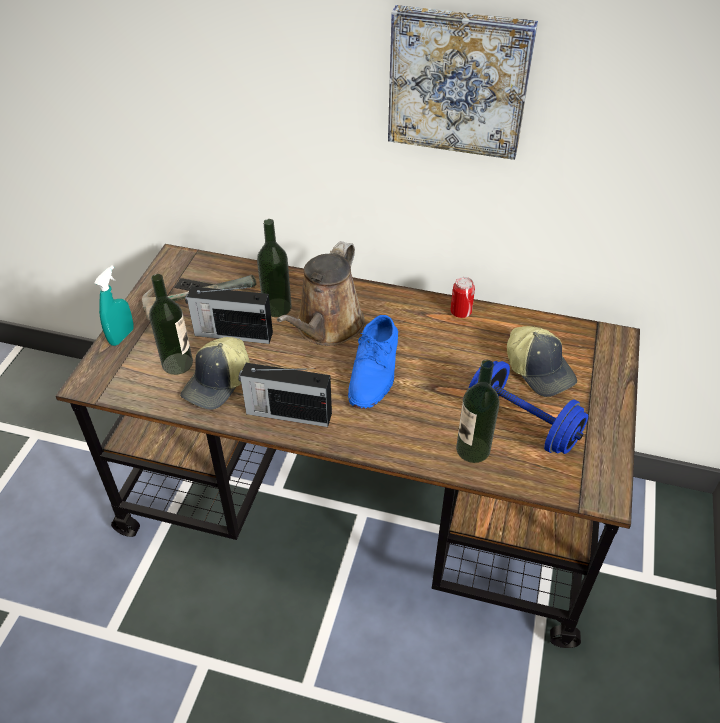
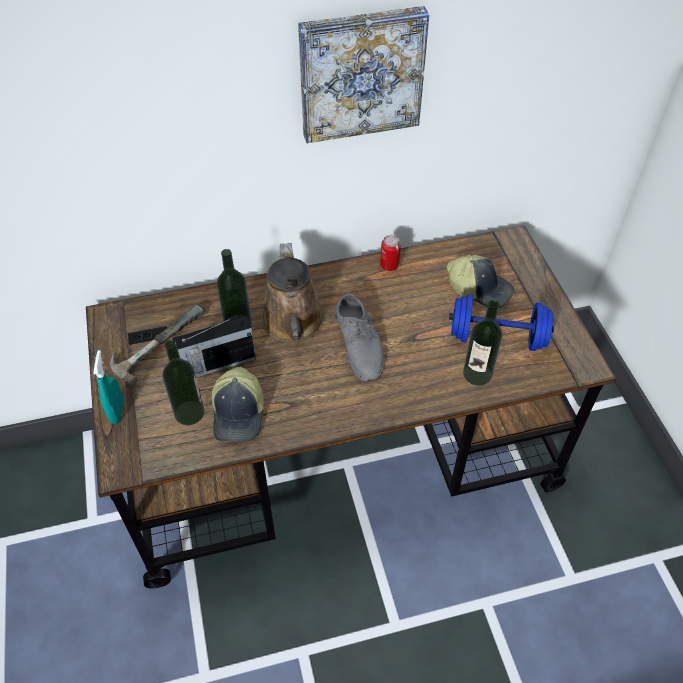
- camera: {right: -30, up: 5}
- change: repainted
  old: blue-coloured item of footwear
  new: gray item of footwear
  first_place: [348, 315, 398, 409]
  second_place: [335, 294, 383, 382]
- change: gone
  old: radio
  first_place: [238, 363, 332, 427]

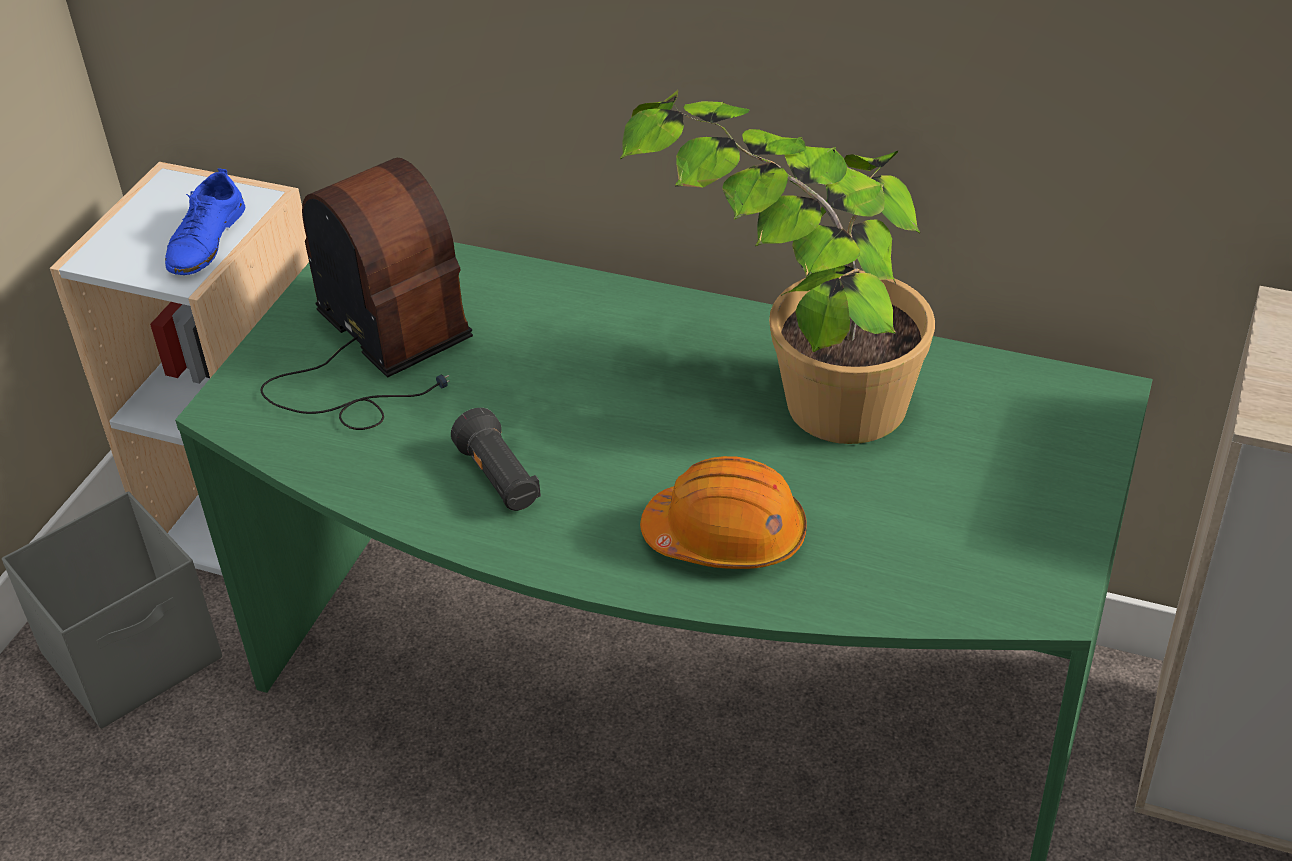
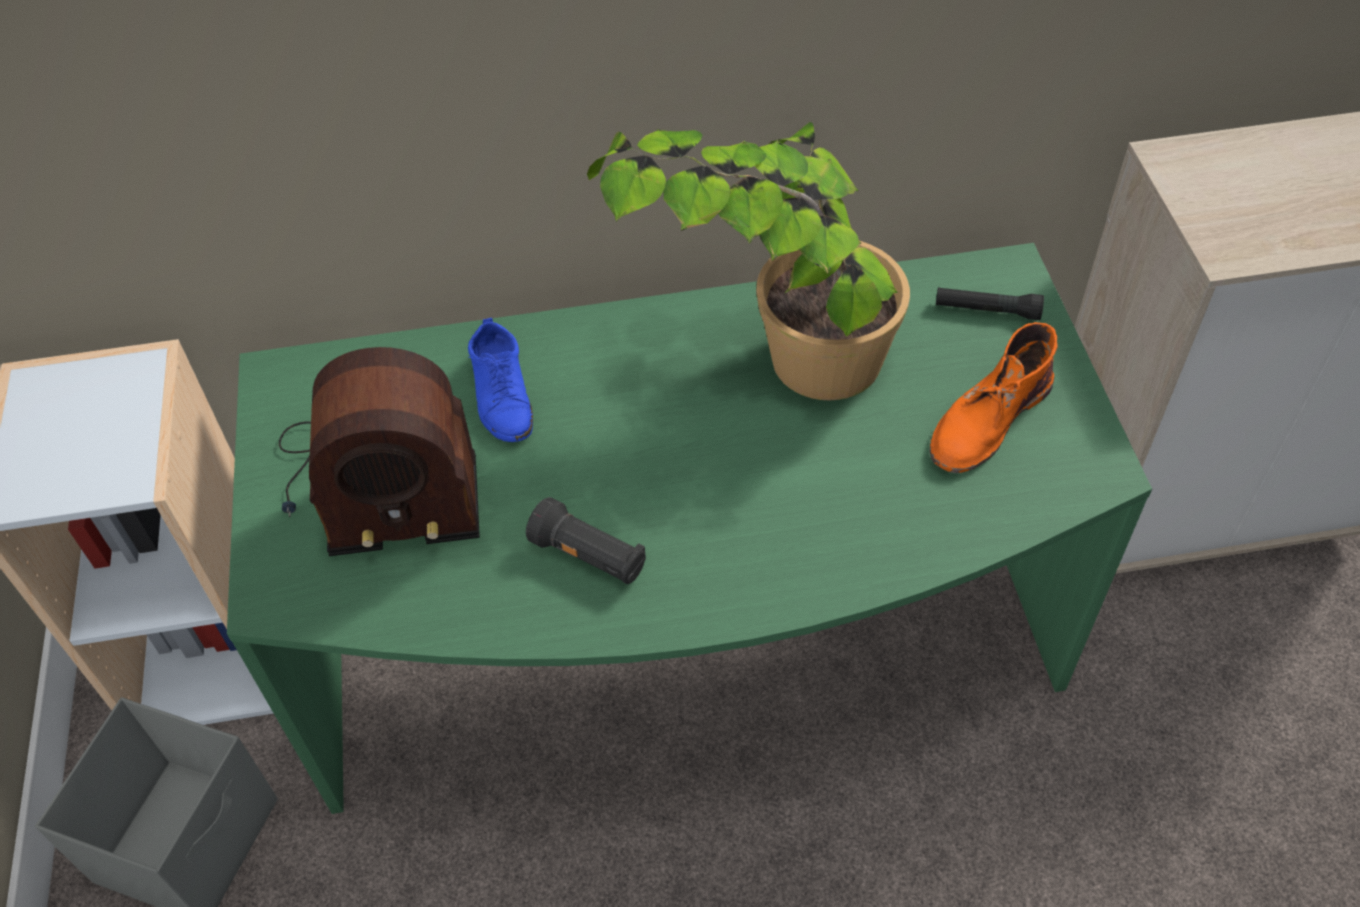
- camera: {right: -30, up: 10}
- change: rotated
  old: radio
  first_place: [260, 158, 473, 430]
  second_place: [279, 347, 480, 556]
  degrees: 150
- change: shifted
  old: blue-coloured item of footwear
  first_place: [165, 168, 245, 275]
  second_place: [468, 318, 533, 442]
- change: gone
  old: orange-coloured safety helmet
  first_place: [640, 456, 807, 569]
- change: new
  new: black flashlight
  second_place: [936, 287, 1044, 320]
- change: new
  new: orange-coloured boot
  second_place: [929, 322, 1058, 473]

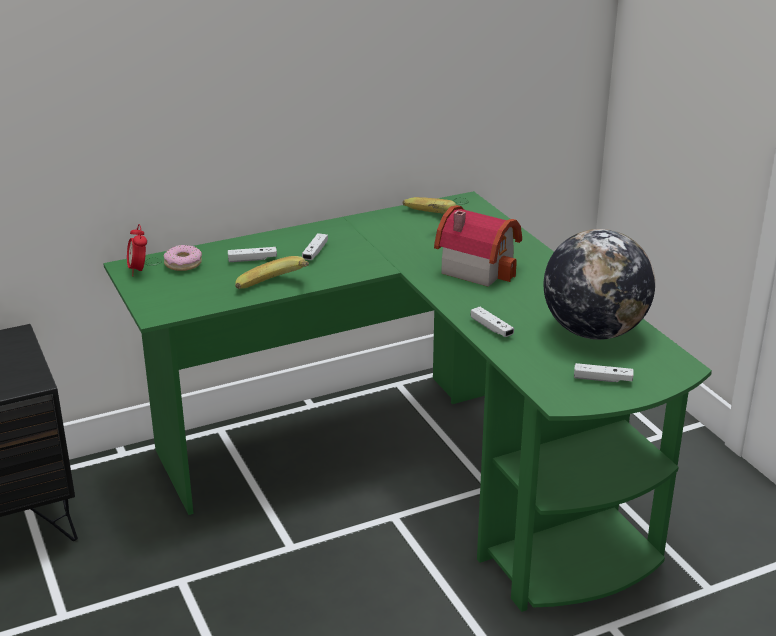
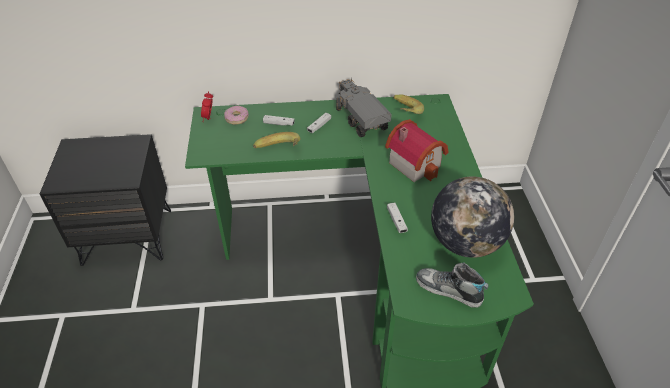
- camera: {right: 20, up: 15}
- change: swapped
  old: white-coloured gamepad
  new: item of footwear
  first_place: [574, 363, 634, 382]
  second_place: [416, 262, 489, 308]
- change: new
  new: model truck
  second_place: [336, 78, 392, 137]

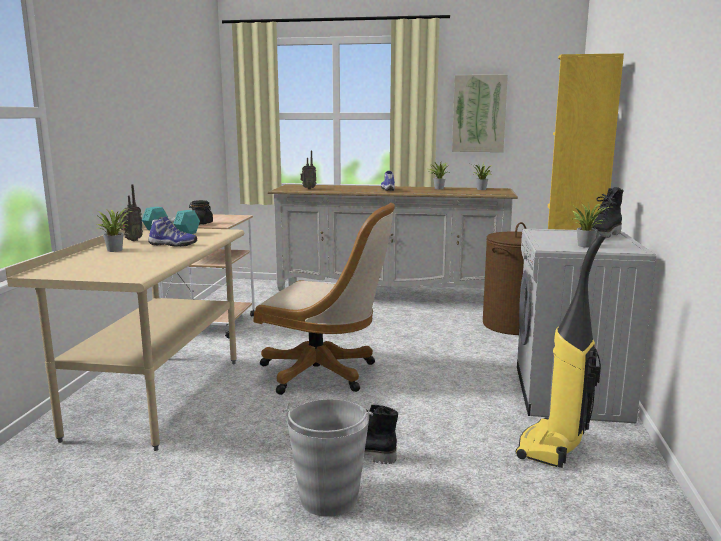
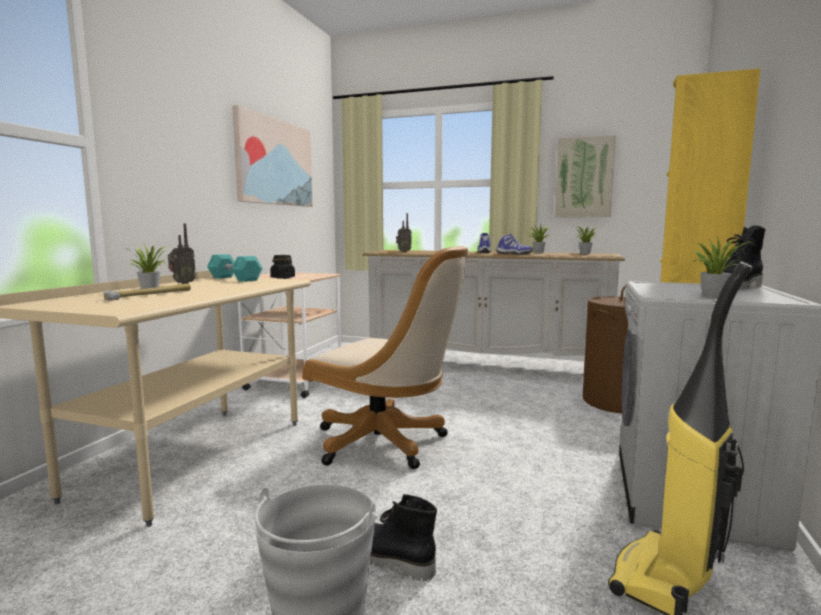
- camera: {right: 10, up: -5}
- change: shifted
  old: item of footwear
  first_place: [148, 216, 197, 247]
  second_place: [496, 233, 533, 254]
- change: new
  new: picture
  second_place: [232, 105, 313, 207]
- change: new
  new: hand hammer
  second_place: [104, 283, 191, 300]

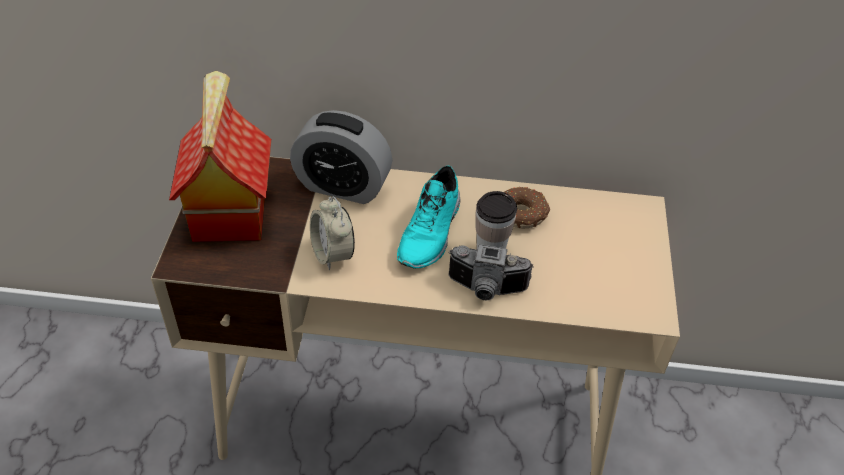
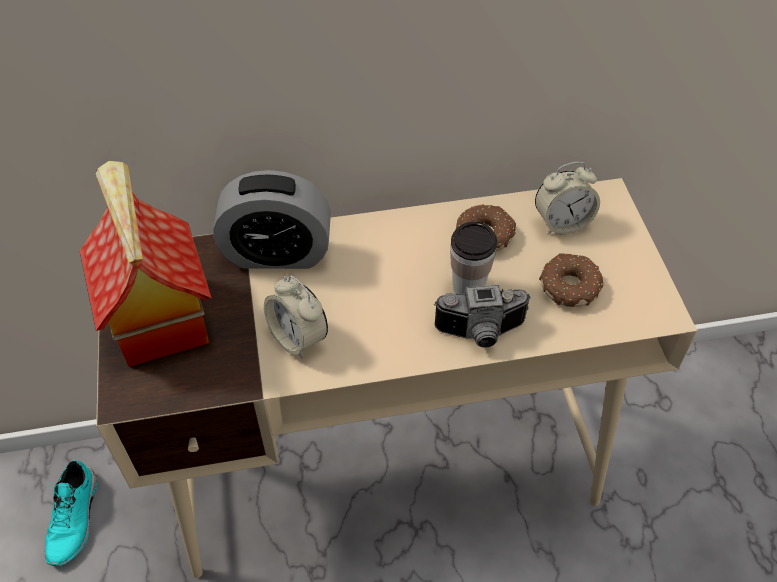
- camera: {right: -15, up: 5}
- change: shifted
  old: turquoise item of footwear
  first_place: [397, 166, 461, 268]
  second_place: [45, 460, 97, 566]
- change: new
  new: table clock
  second_place: [535, 162, 600, 235]
- change: new
  new: donut
  second_place: [539, 253, 603, 307]

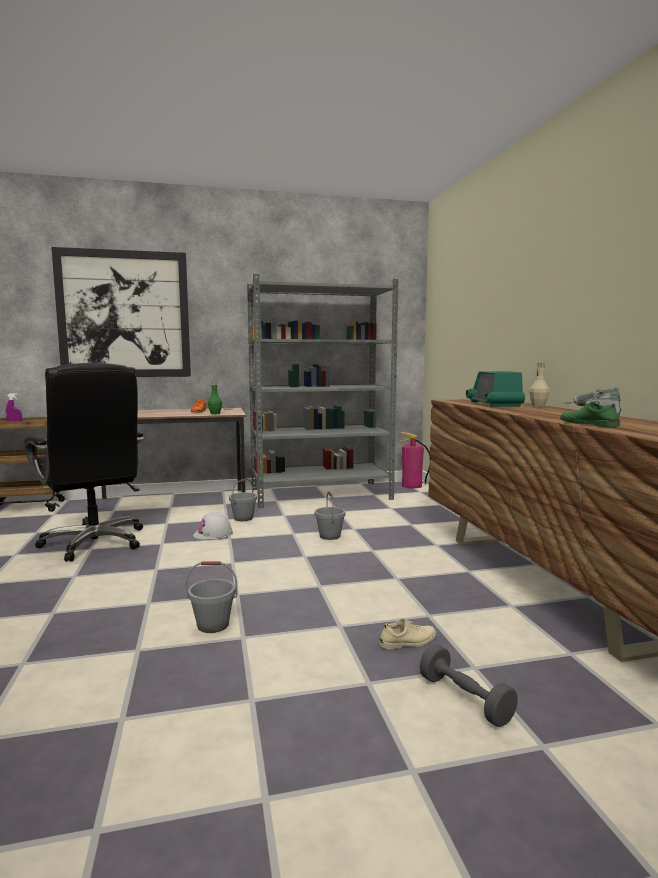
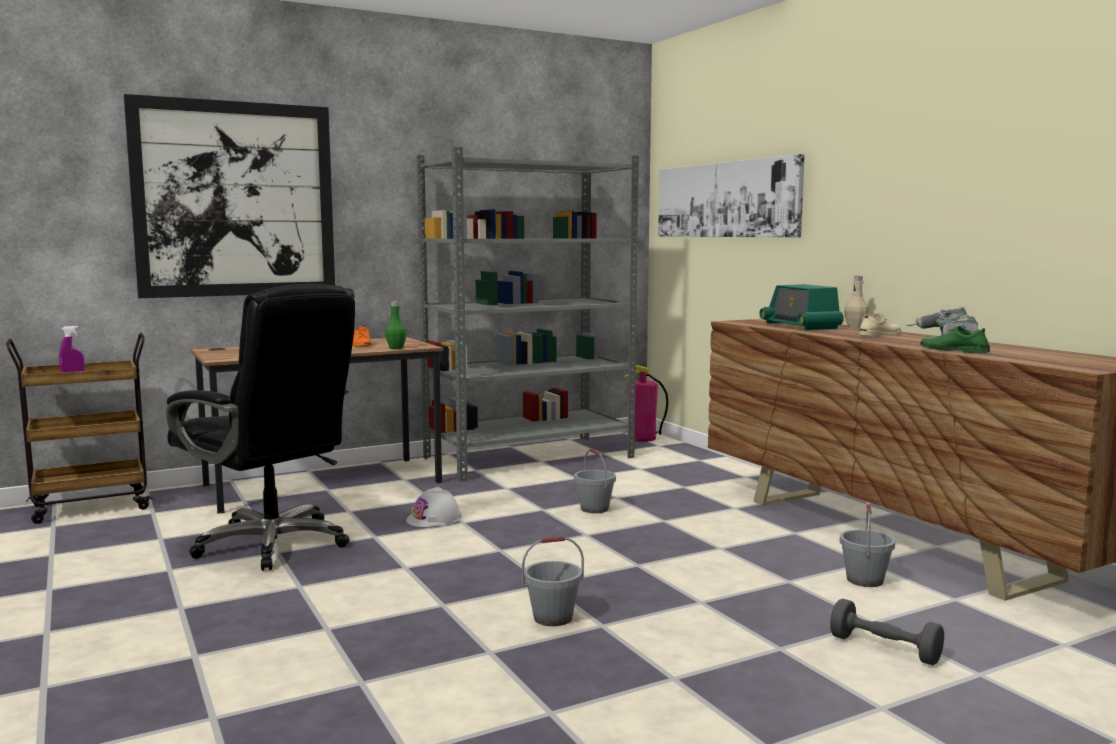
- camera: {right: -15, up: 0}
- change: shifted
  old: gray water bucket
  first_place: [229, 478, 257, 521]
  second_place: [840, 504, 895, 587]
- change: shifted
  old: sand-coloured item of footwear
  first_place: [379, 618, 436, 649]
  second_place: [859, 313, 901, 337]
- change: new
  new: picture
  second_place: [658, 154, 805, 237]

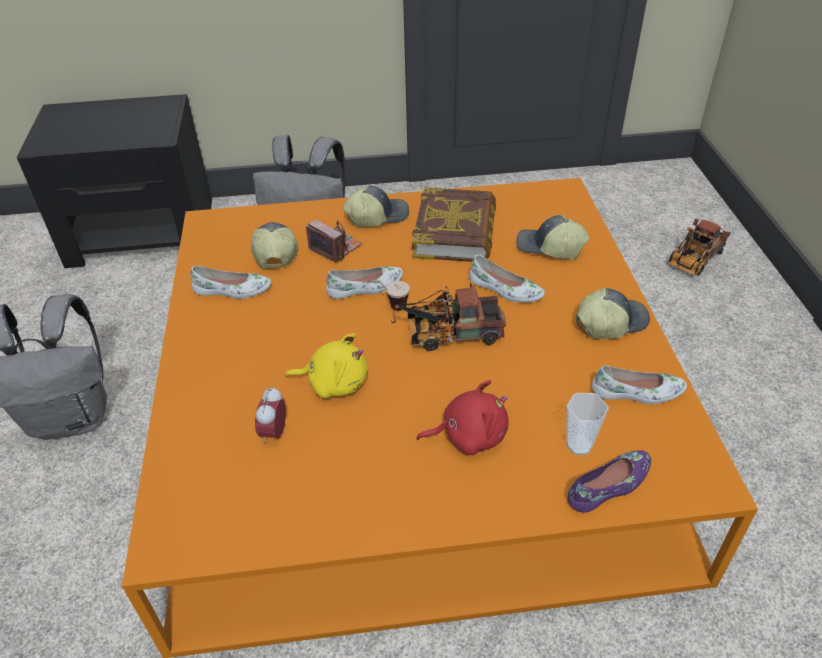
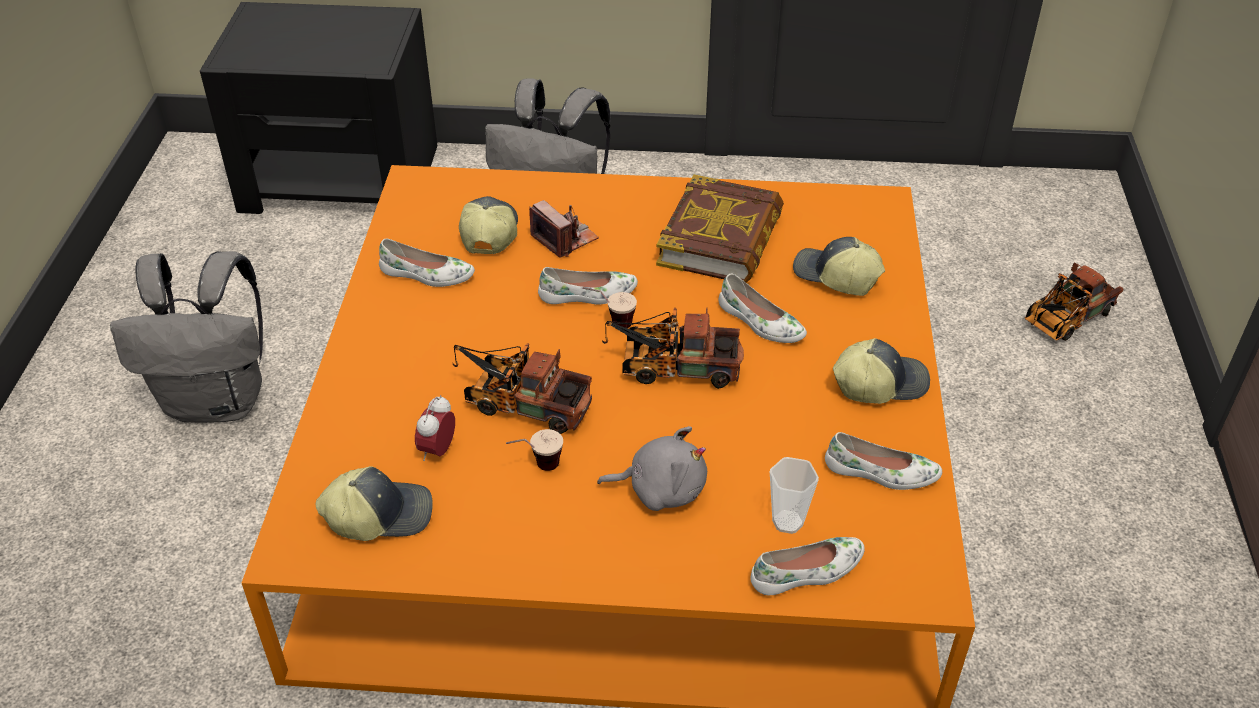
- camera: {right: 10, up: 0}
- change: shifted
  old: baseball cap
  first_place: [343, 185, 409, 227]
  second_place: [316, 466, 433, 541]
- change: swapped
  old: yellow plush toy
  new: model truck
  first_place: [285, 333, 368, 399]
  second_place: [453, 343, 592, 434]
- change: repainted
  old: red plush toy
  new: gray plush toy
  first_place: [416, 380, 509, 455]
  second_place: [597, 426, 707, 511]
- change: repainted
  old: purple item of footwear
  new: white-coloured item of footwear
  first_place: [567, 450, 651, 513]
  second_place: [750, 537, 865, 595]
- change: new
  new: cup
  second_place: [506, 429, 563, 471]

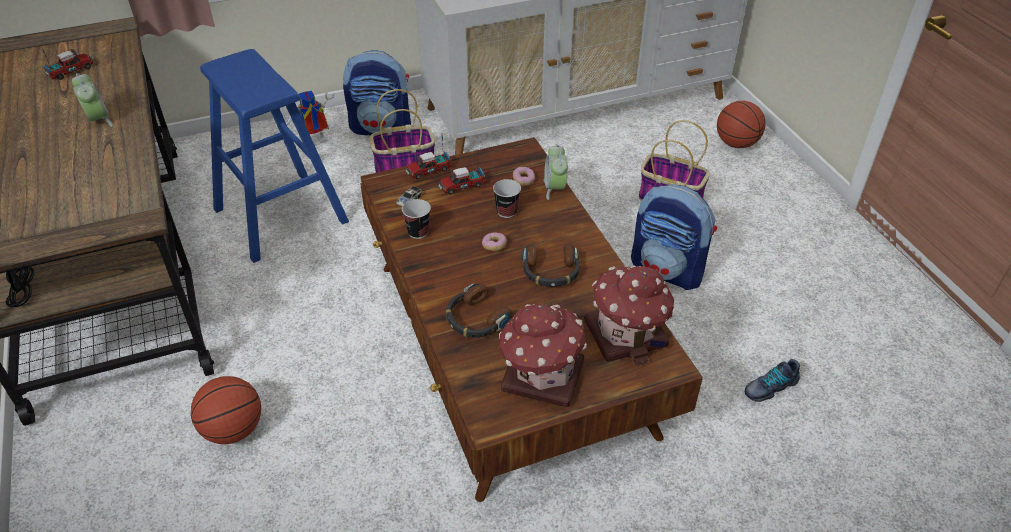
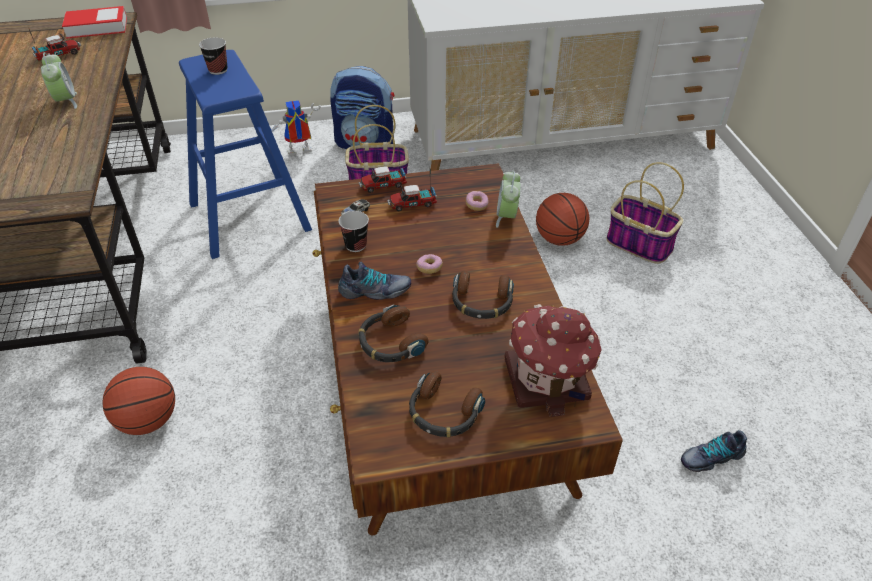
- camera: {right: 10, up: 0}
- change: shifted
  old: basketball
  first_place: [717, 101, 766, 148]
  second_place: [536, 193, 589, 246]
- change: shifted
  old: cup
  first_place: [493, 179, 521, 218]
  second_place: [199, 38, 228, 75]
- change: gone
  old: knapsack
  first_place: [631, 184, 717, 290]
- change: swapped
  old: toy house
  new: headphones
  first_place: [499, 304, 587, 407]
  second_place: [409, 371, 485, 438]
- change: new
  new: volume
  second_place: [62, 6, 127, 39]
- change: new
  new: item of footwear
  second_place: [338, 262, 411, 300]

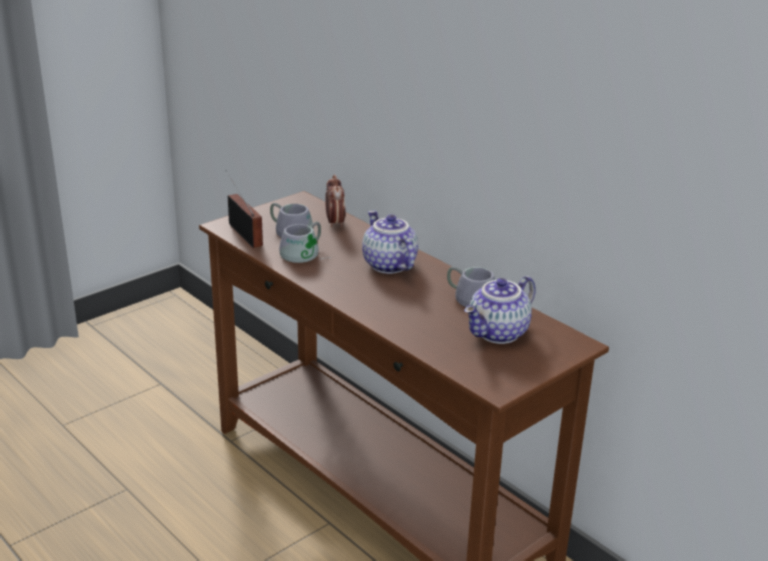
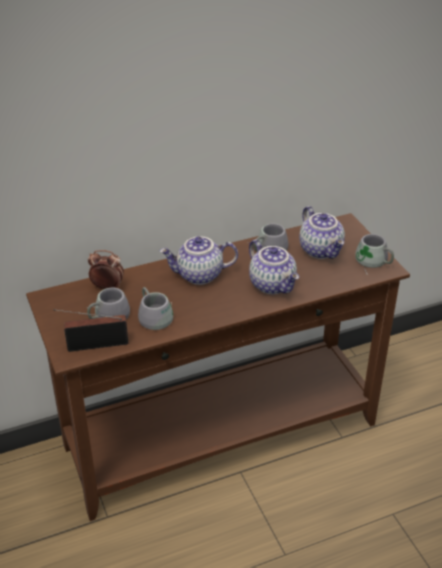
- camera: {right: -70, up: 10}
- change: new
  new: gray coffee mug
  second_place: [355, 234, 394, 275]
- change: new
  new: teapot
  second_place: [249, 239, 299, 294]

